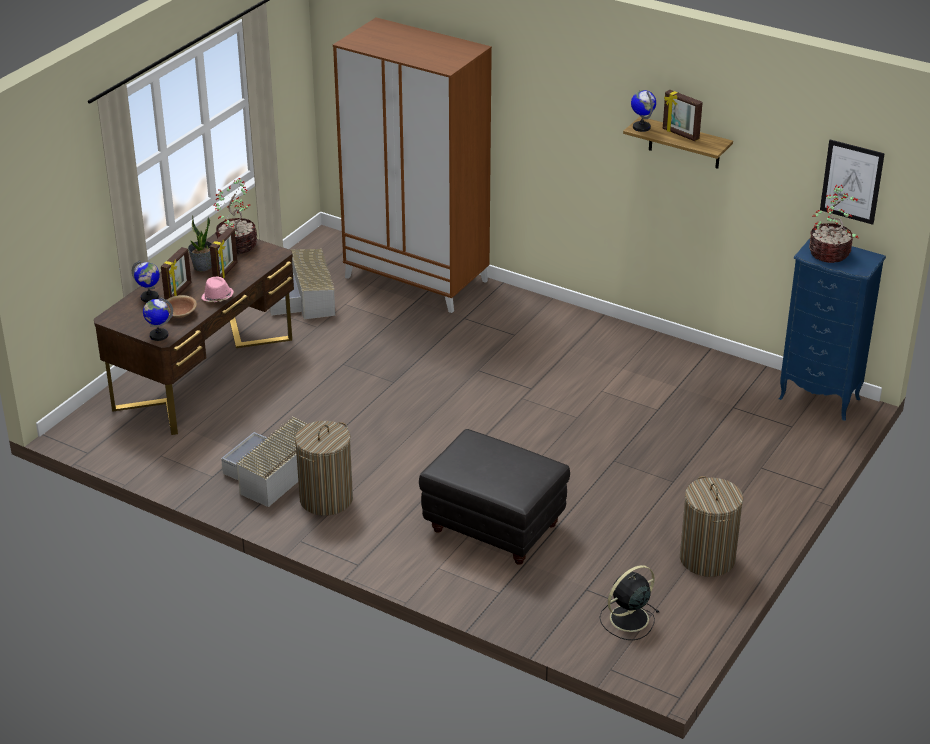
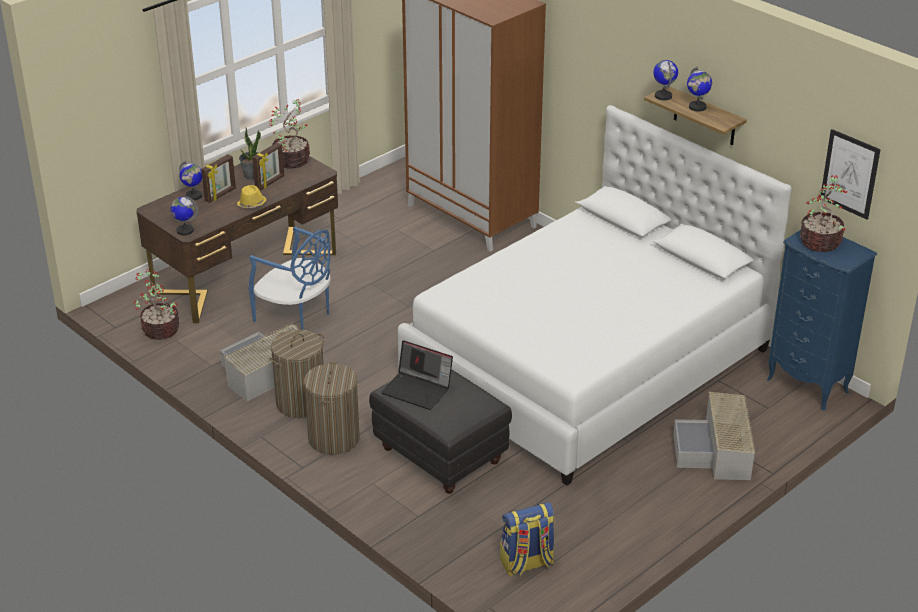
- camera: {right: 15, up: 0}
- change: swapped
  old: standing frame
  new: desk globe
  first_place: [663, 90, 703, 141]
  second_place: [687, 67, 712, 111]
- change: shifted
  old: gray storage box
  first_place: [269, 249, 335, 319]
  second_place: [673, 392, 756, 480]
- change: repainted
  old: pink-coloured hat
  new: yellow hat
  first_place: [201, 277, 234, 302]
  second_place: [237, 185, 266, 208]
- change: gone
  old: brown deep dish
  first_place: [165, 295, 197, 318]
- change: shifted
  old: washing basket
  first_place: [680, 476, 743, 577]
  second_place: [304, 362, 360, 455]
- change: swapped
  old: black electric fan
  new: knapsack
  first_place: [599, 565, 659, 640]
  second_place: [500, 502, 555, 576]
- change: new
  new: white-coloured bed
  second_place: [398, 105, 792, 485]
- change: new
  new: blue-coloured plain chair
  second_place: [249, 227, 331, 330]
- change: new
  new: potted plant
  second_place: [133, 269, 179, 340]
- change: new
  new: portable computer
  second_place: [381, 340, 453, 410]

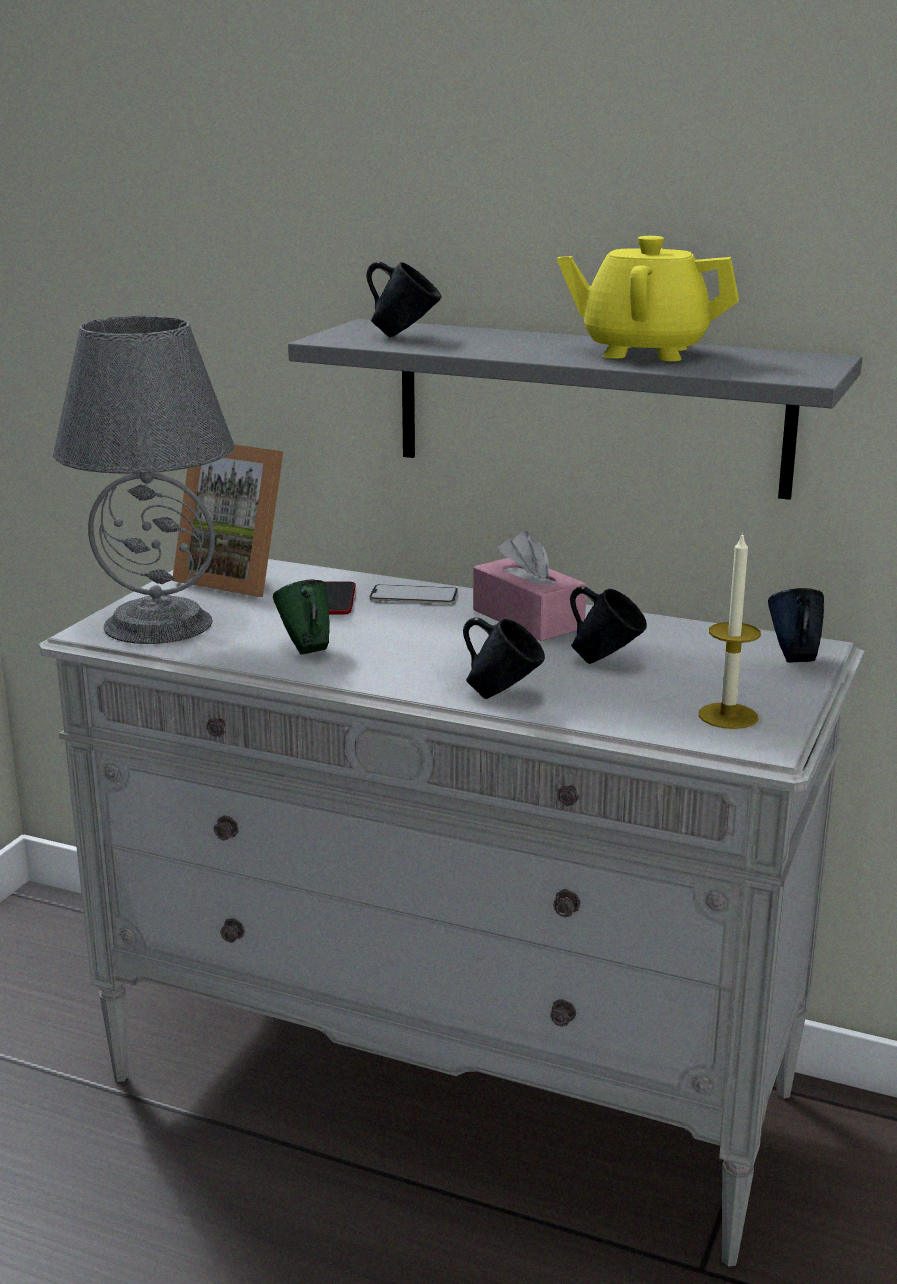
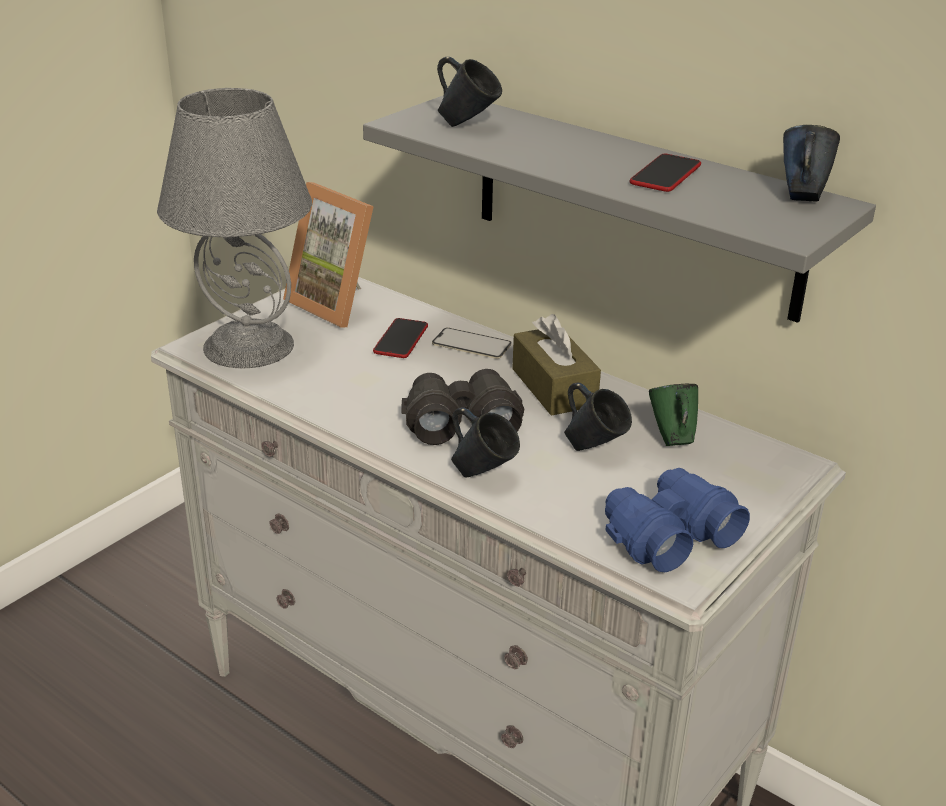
- camera: {right: 15, up: 10}
- change: swapped
  old: yellow teapot
  new: handset
  first_place: [557, 236, 739, 361]
  second_place: [630, 154, 701, 192]
- change: repainted
  old: pink-coloured tissue box
  new: brown tissue box
  first_place: [473, 531, 587, 641]
  second_place: [512, 314, 601, 416]
- change: swapped
  old: candle
  new: blue-coloured pair of binoculars
  first_place: [699, 532, 761, 729]
  second_place: [605, 468, 750, 572]
- change: shifted
  old: green coffee mug
  first_place: [273, 579, 330, 654]
  second_place: [649, 384, 698, 446]
- change: shifted
  old: blue-coloured coffee mug
  first_place: [768, 588, 824, 662]
  second_place: [783, 125, 840, 201]
- change: new
  new: black pair of binoculars
  second_place: [401, 369, 524, 445]

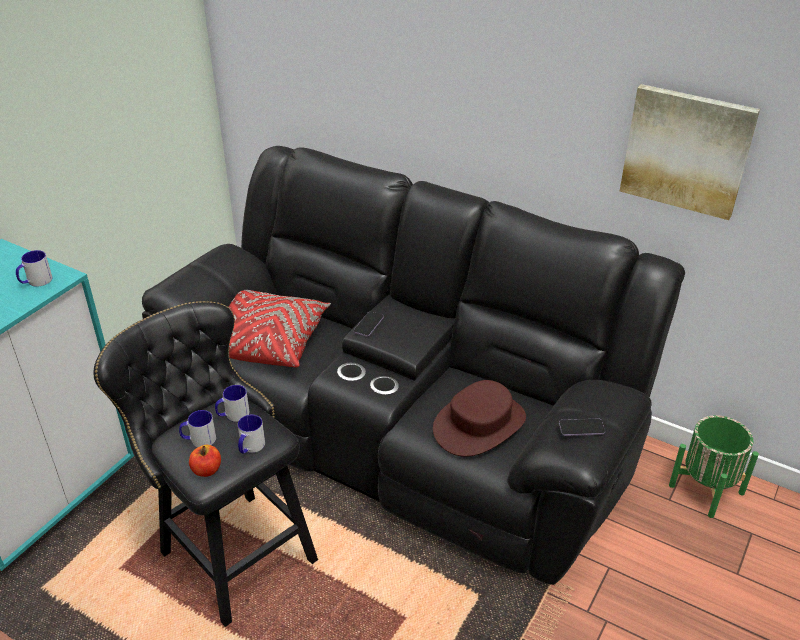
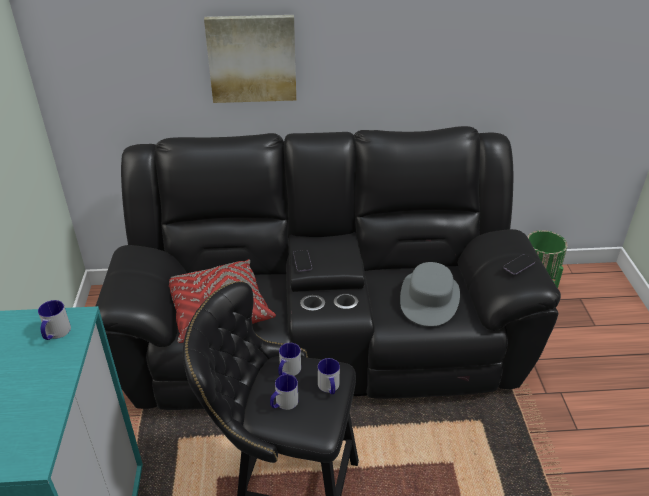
- camera: {right: -35, up: 0}
- change: shifted
  old: picture
  first_place: [620, 84, 760, 220]
  second_place: [204, 15, 296, 103]
- change: repainted
  old: brown hat
  new: gray hat
  first_place: [433, 380, 526, 457]
  second_place: [400, 262, 460, 327]
- change: gone
  old: whole apple
  first_place: [189, 445, 221, 477]

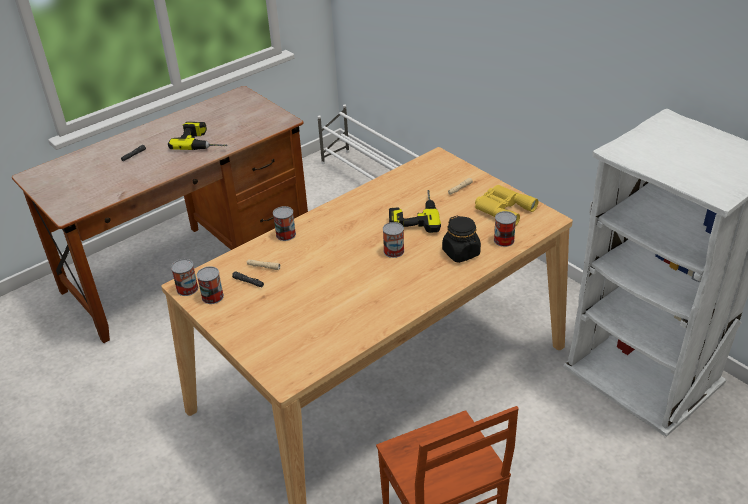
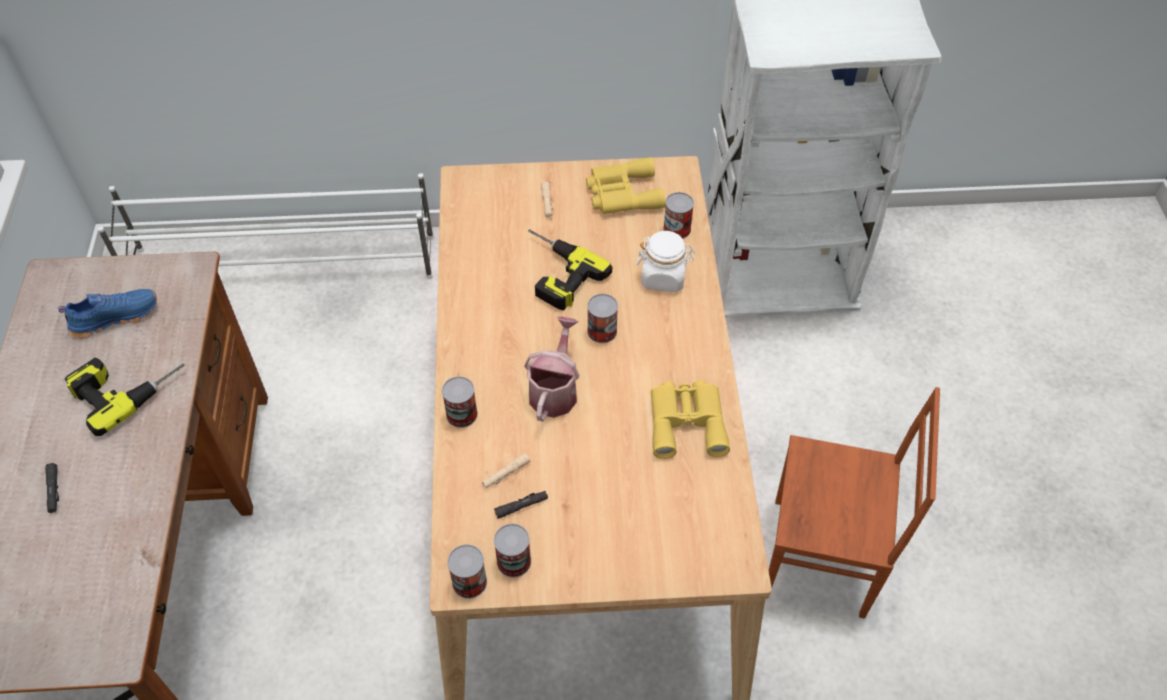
- camera: {right: -55, up: 15}
- change: repainted
  old: black storage jar
  new: white-coloured storage jar
  first_place: [442, 216, 481, 263]
  second_place: [637, 231, 695, 292]
- change: new
  new: blue-coloured item of footwear
  second_place: [58, 289, 157, 338]
- change: new
  new: watering pot
  second_place: [524, 317, 580, 422]
- change: new
  new: yellow pair of binoculars
  second_place: [651, 380, 730, 459]

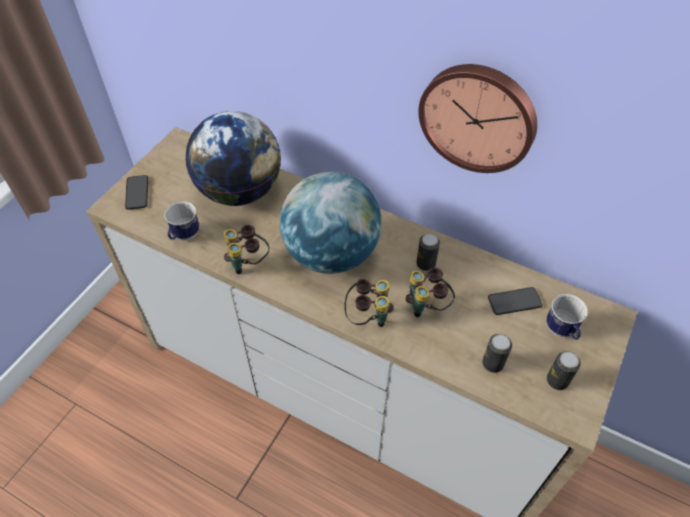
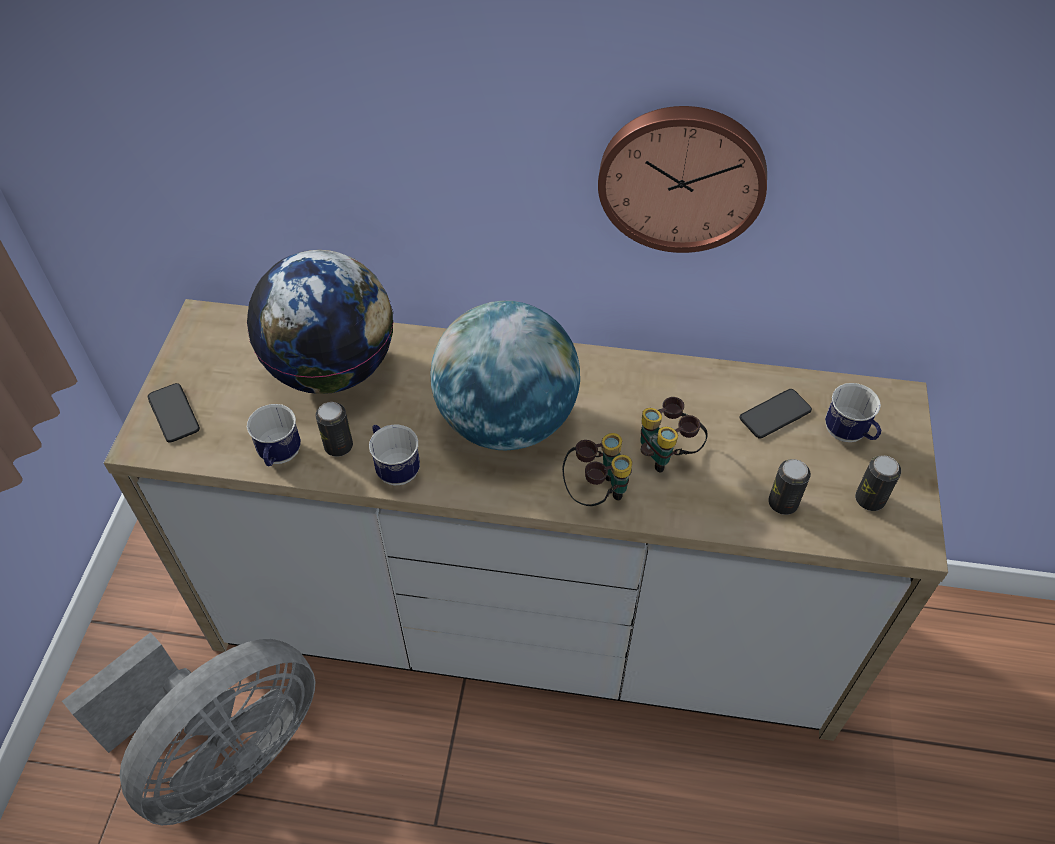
- camera: {right: -20, up: 0}
- change: swapped
  old: pair of binoculars
  new: coffee mug
  first_place: [224, 225, 269, 274]
  second_place: [369, 424, 420, 485]
- change: shifted
  old: metal can
  first_place: [416, 234, 440, 271]
  second_place: [316, 402, 353, 457]
- change: new
  new: gray electric fan
  second_place: [62, 632, 316, 825]

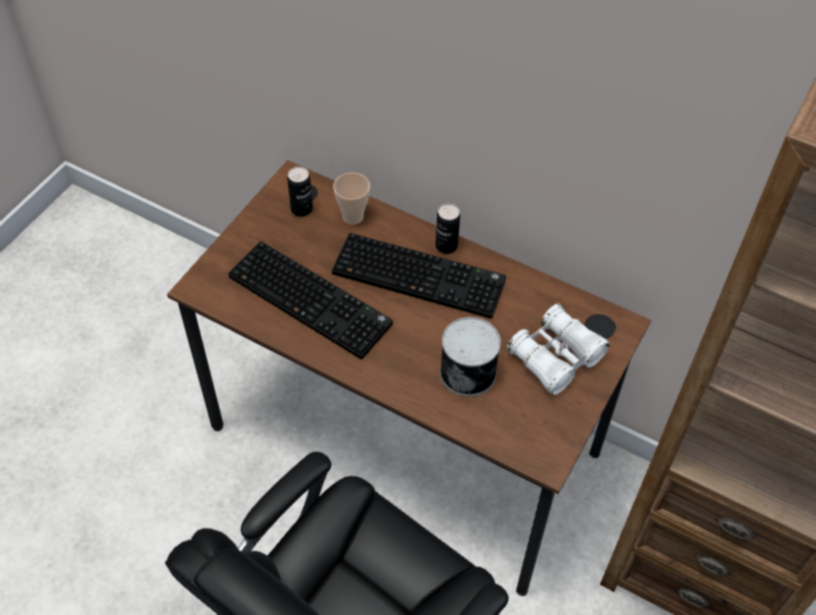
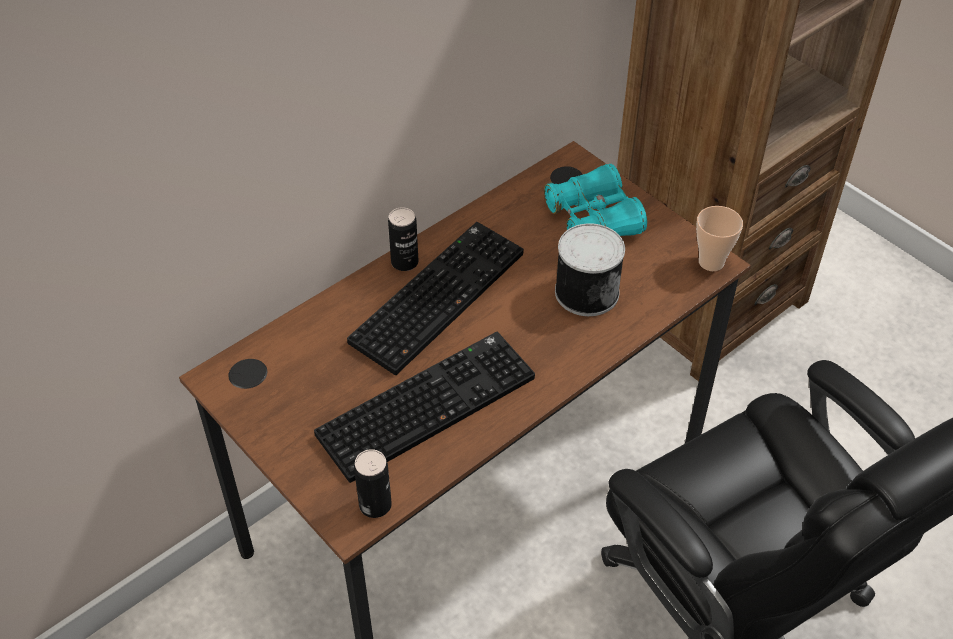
- camera: {right: -70, up: -5}
- change: shifted
  old: metal can
  first_place: [287, 167, 313, 217]
  second_place: [354, 449, 392, 518]
- change: shifted
  old: cup
  first_place: [333, 173, 370, 225]
  second_place: [696, 206, 743, 271]
- change: repainted
  old: white-coloured pair of binoculars
  new: turquoise pair of binoculars
  first_place: [506, 303, 610, 395]
  second_place: [544, 164, 647, 236]

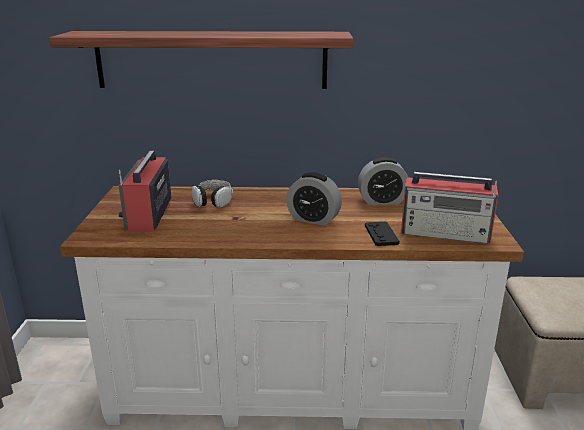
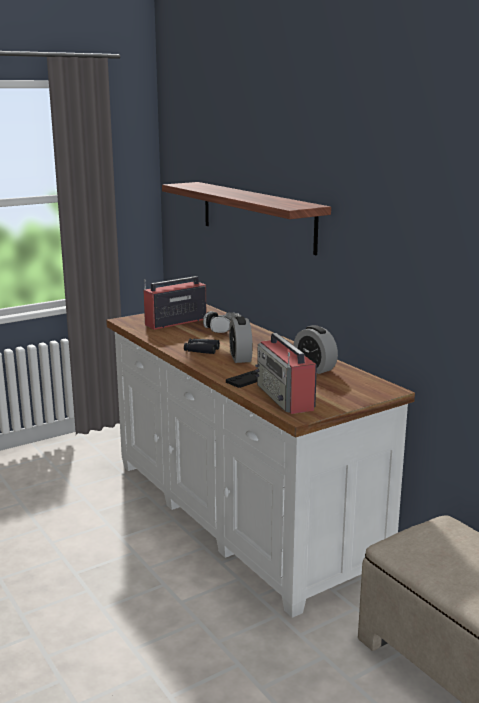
- camera: {right: 55, up: -5}
- change: new
  new: black pair of binoculars
  second_place: [184, 339, 220, 354]

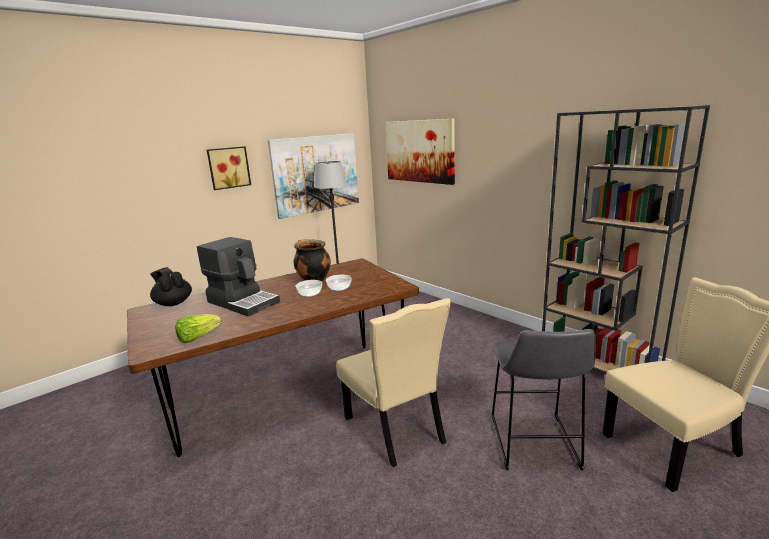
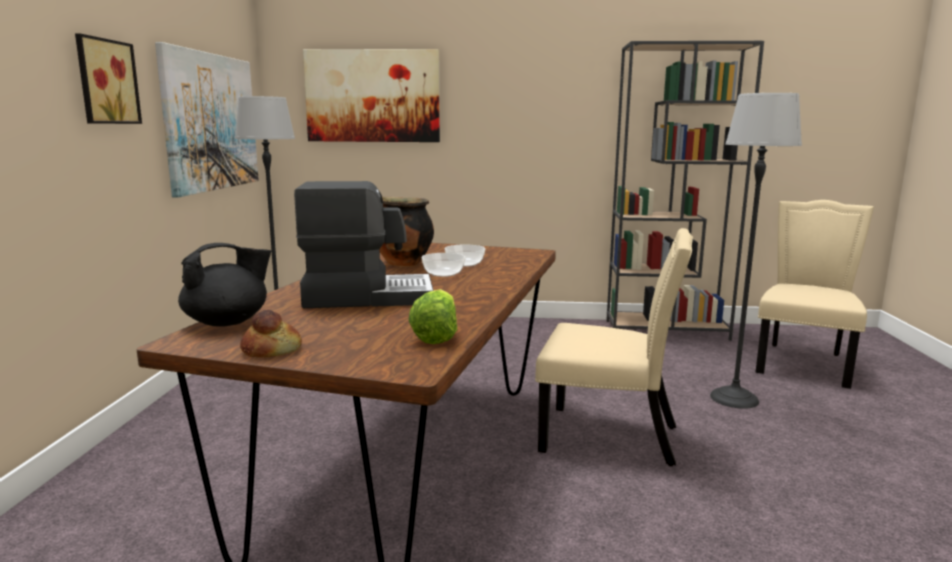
- camera: {right: -45, up: -5}
- change: rotated
  old: black teapot
  first_place: [150, 267, 192, 306]
  second_place: [178, 243, 271, 327]
  degrees: 150
- change: swapped
  old: gray stool seat
  new: floor lamp
  first_place: [492, 329, 596, 470]
  second_place: [710, 93, 802, 409]
- change: new
  new: baked bread
  second_place: [240, 310, 302, 358]

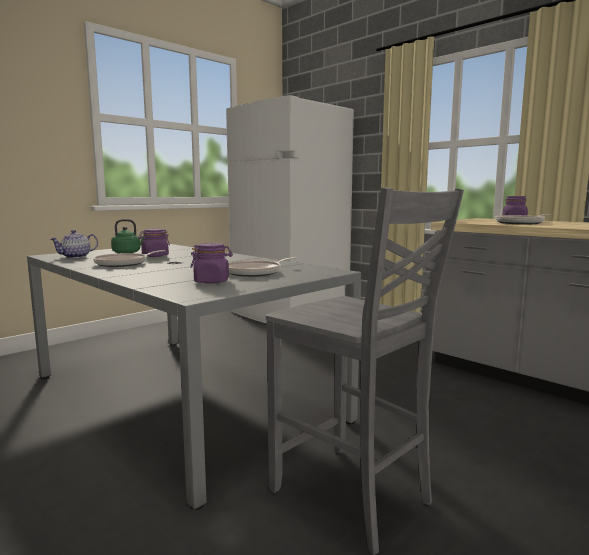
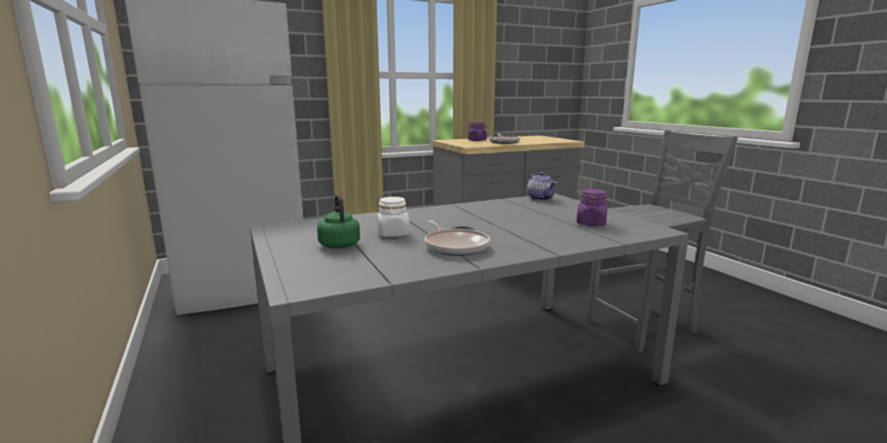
- camera: {right: -70, up: 5}
- change: repainted
  old: purple storage jar
  new: white-coloured storage jar
  first_place: [138, 229, 170, 257]
  second_place: [377, 197, 410, 237]
- change: shifted
  old: teapot
  first_place: [51, 230, 98, 258]
  second_place: [527, 172, 557, 201]
- change: gone
  old: frying pan
  first_place: [229, 257, 296, 277]

